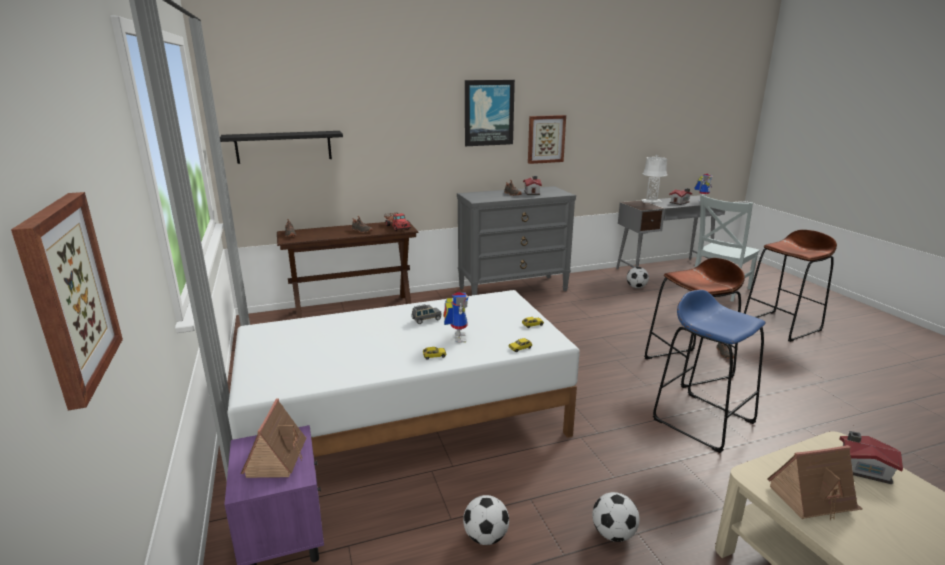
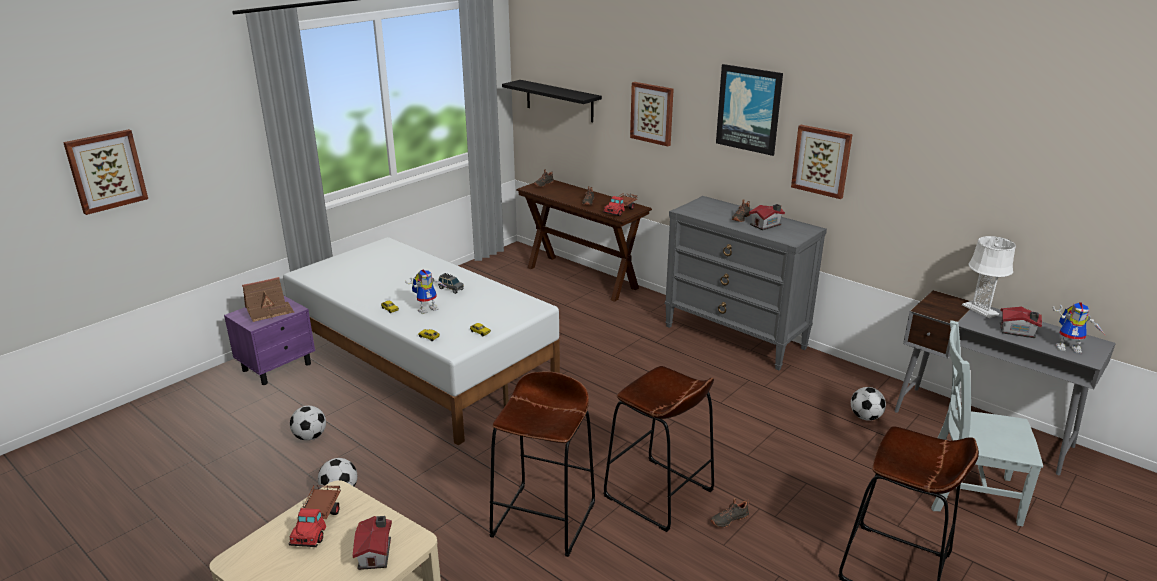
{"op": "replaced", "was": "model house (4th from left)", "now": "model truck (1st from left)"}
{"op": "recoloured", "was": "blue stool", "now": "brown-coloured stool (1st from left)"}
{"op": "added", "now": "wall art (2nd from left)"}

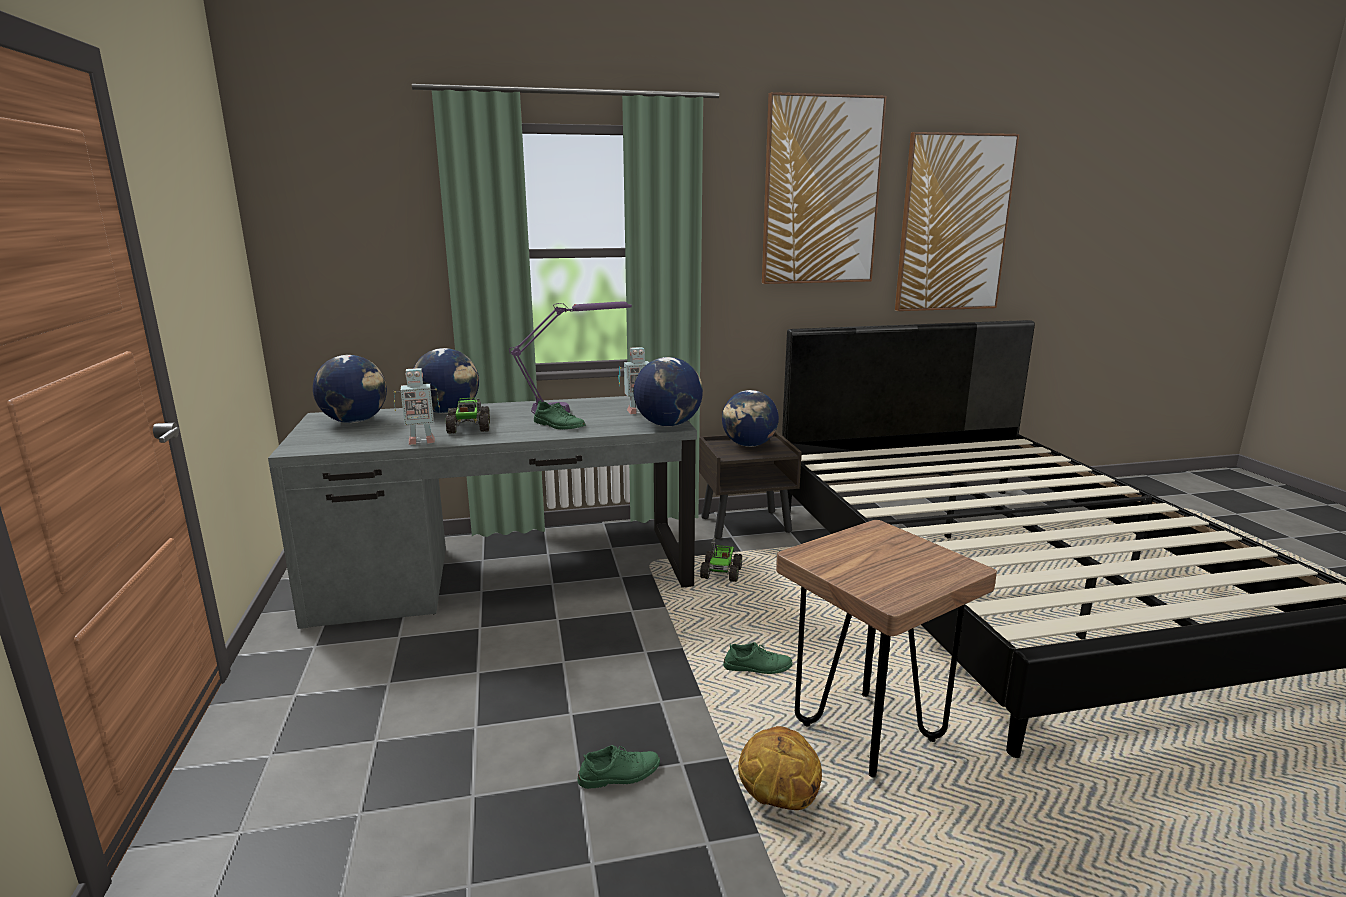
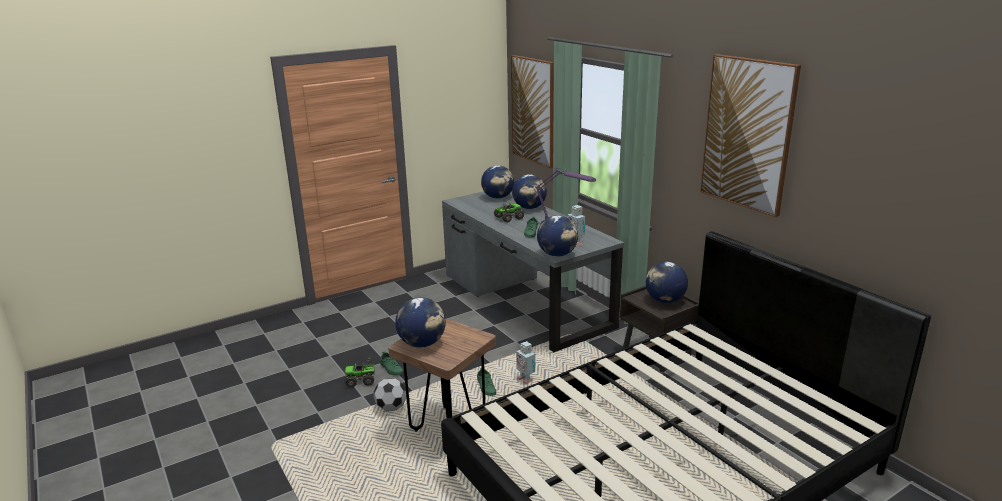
{"op": "moved", "was": "model truck (2nd from left in the first image)", "now": "model truck (1st from left)"}
{"op": "replaced", "was": "ball for basketball", "now": "football"}
{"op": "added", "now": "desk globe (1st from left)"}
{"op": "moved", "was": "wall art (2nd from left in the first image)", "now": "wall art (1st from left)"}
{"op": "moved", "was": "model robot (1st from left)"}

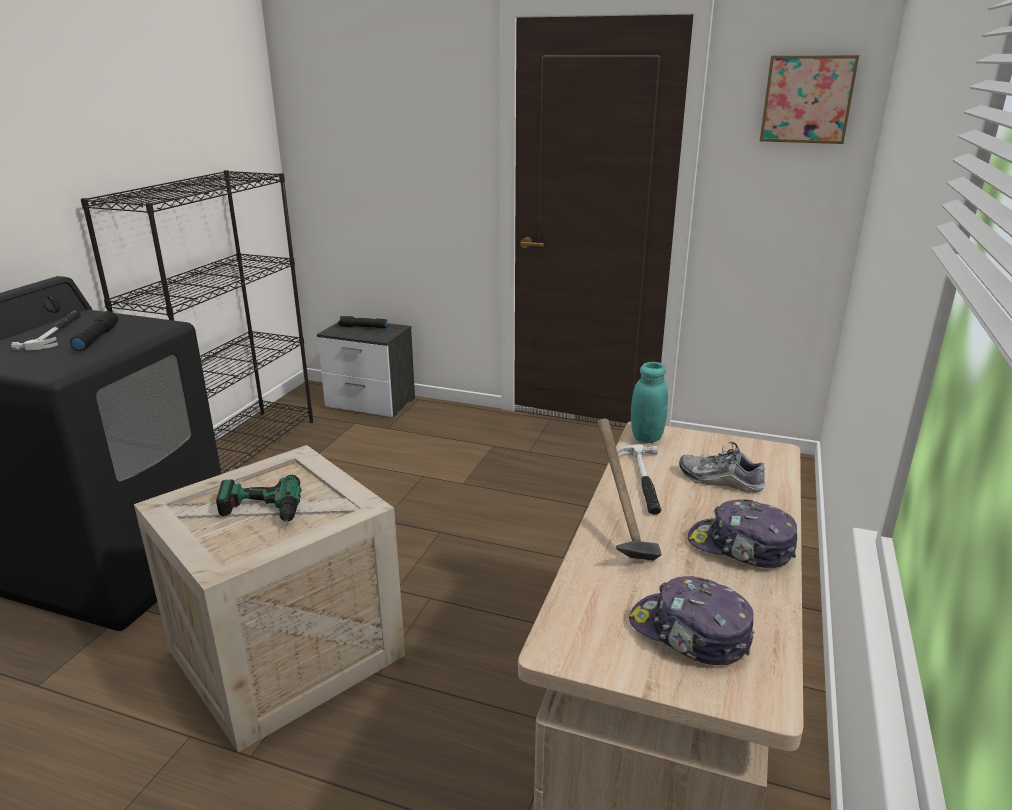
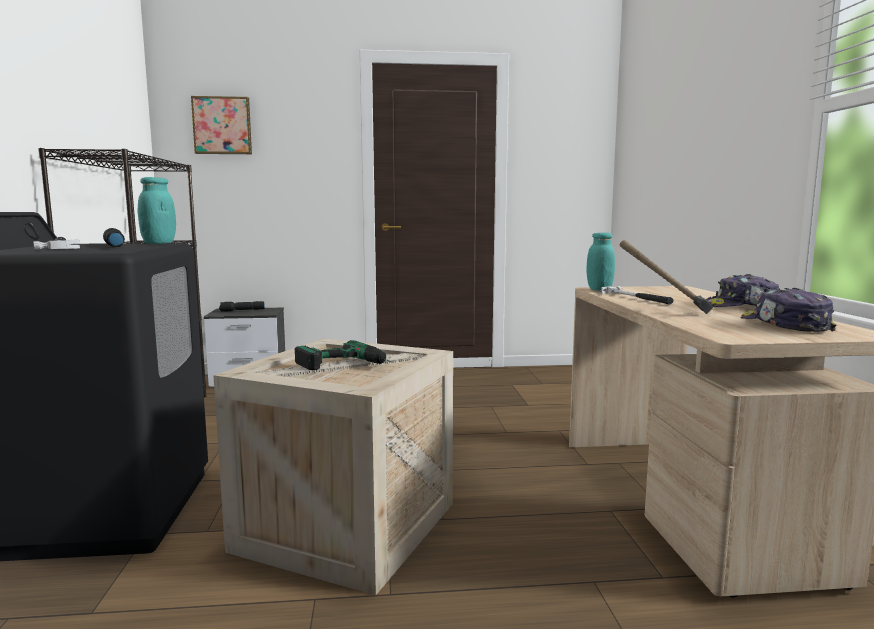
{"op": "added", "now": "turquoise preserve jar (1st from left)"}
{"op": "moved", "was": "wall art"}
{"op": "turned", "was": "baseball cap (1st from left in the first image)", "clockwise": 60}
{"op": "removed", "was": "shoe"}

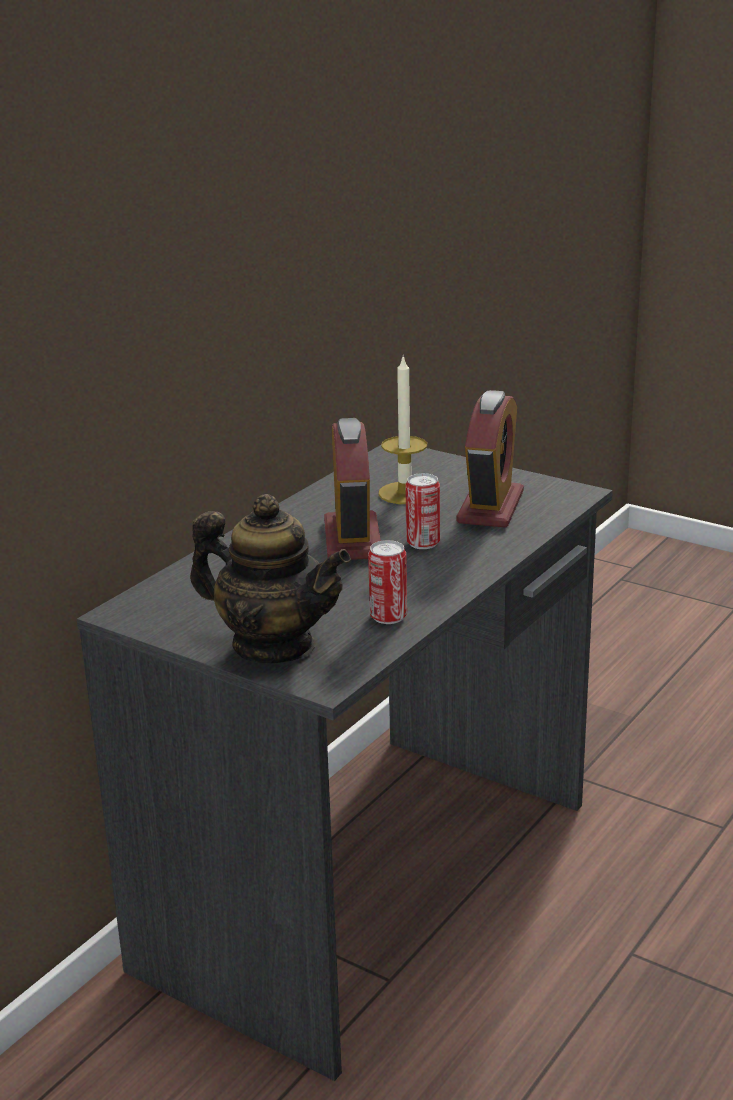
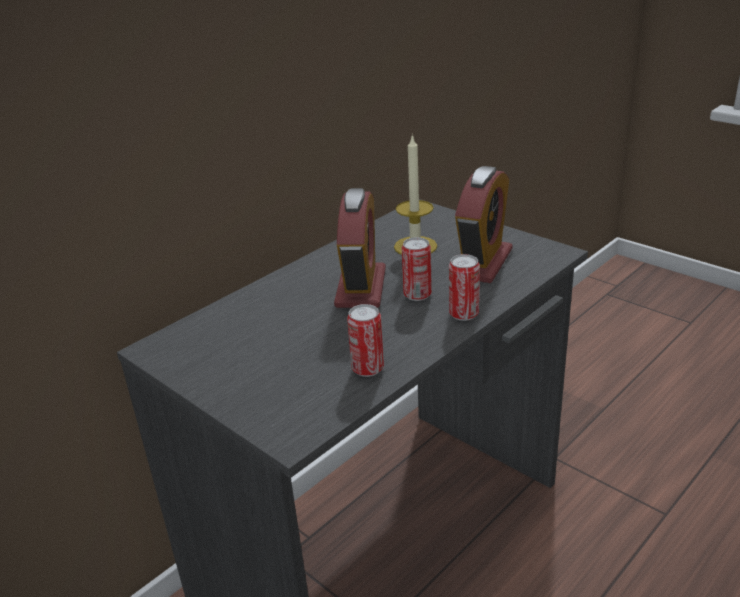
{"op": "added", "now": "metal can (3rd from left)"}
{"op": "removed", "was": "teapot"}

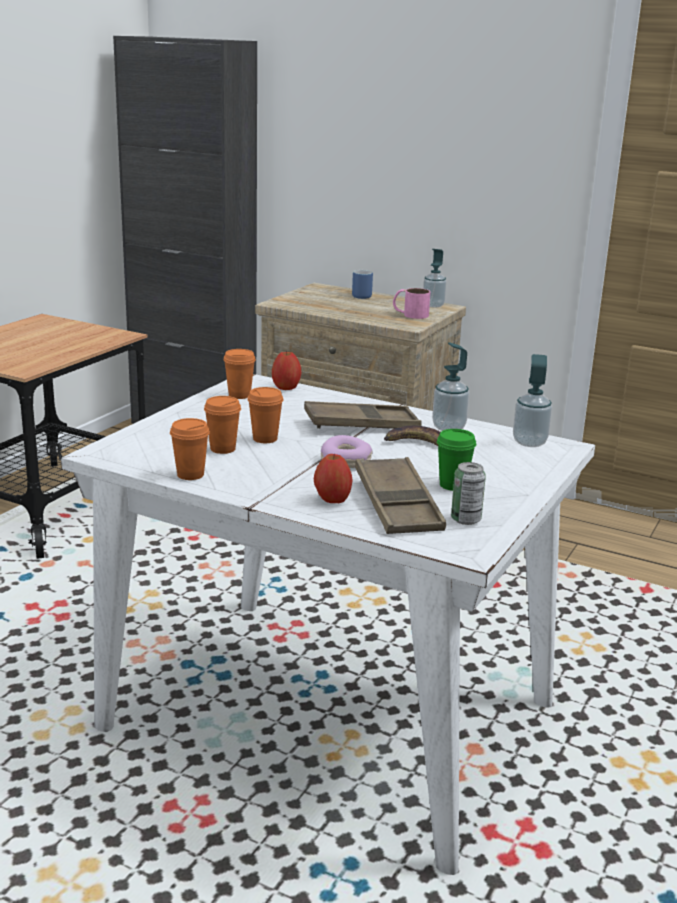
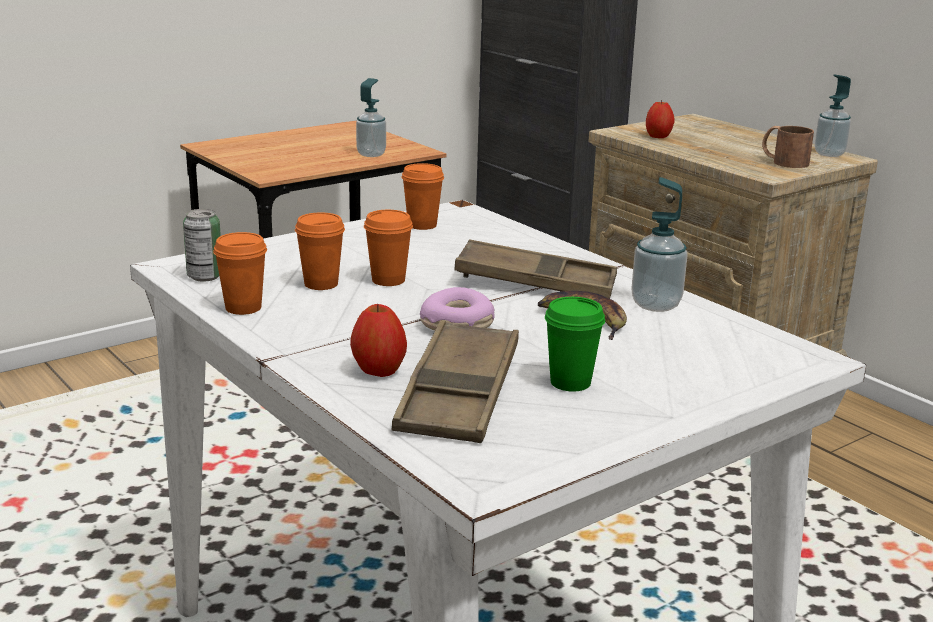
{"op": "moved", "was": "metal can"}
{"op": "moved", "was": "soap bottle (3rd from left in the first image)", "now": "soap bottle (1st from left)"}
{"op": "moved", "was": "whole apple (1st from left in the first image)", "now": "whole apple (2nd from left)"}
{"op": "recoloured", "was": "pink coffee mug", "now": "brown-coloured coffee mug"}
{"op": "removed", "was": "blue coffee mug"}

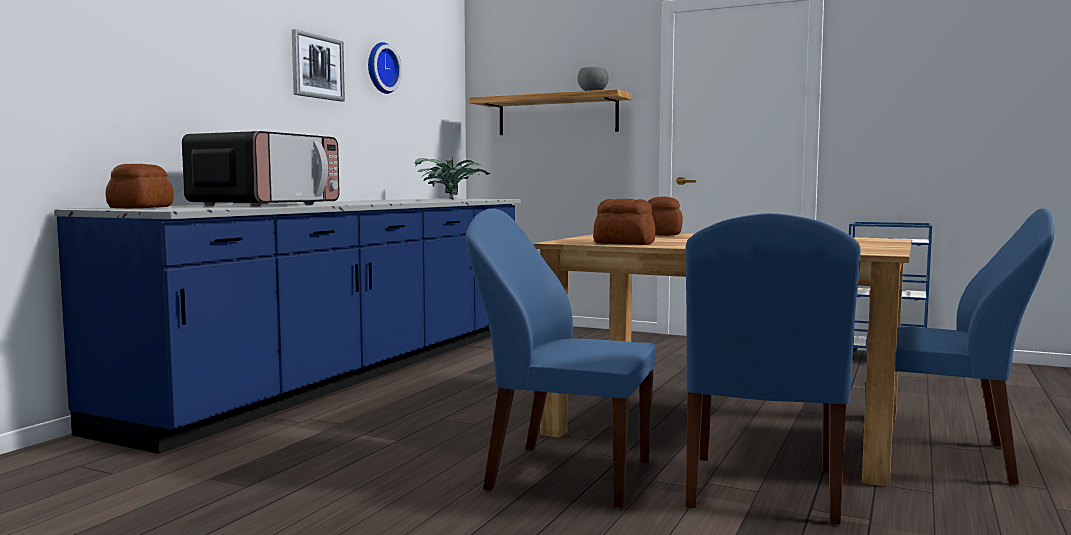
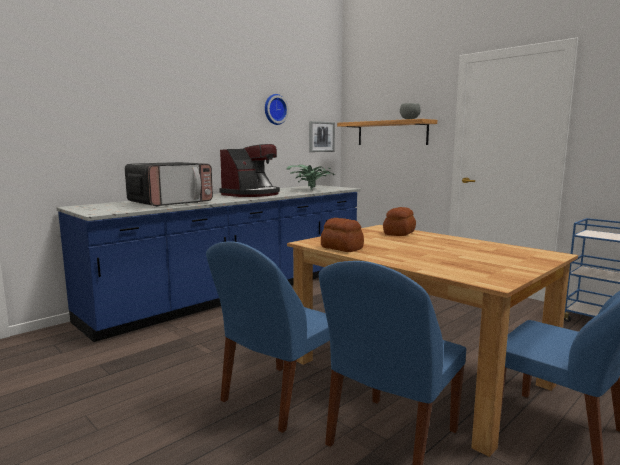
{"op": "turned", "was": "blue plain chair (1st from left)", "clockwise": -90}
{"op": "added", "now": "coffee maker"}
{"op": "moved", "was": "wall art"}
{"op": "removed", "was": "bakery bread (1st from left)"}

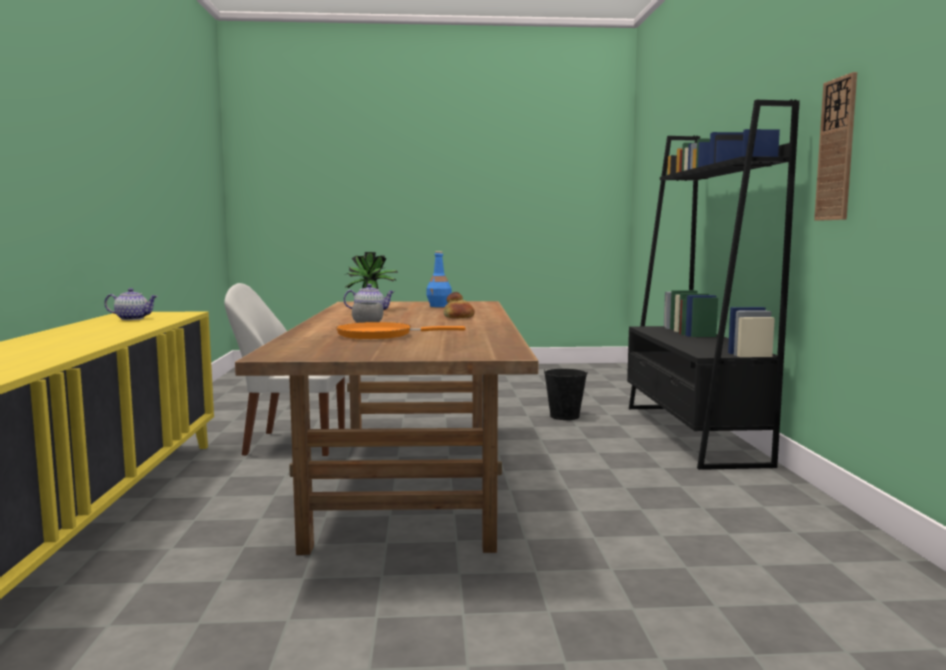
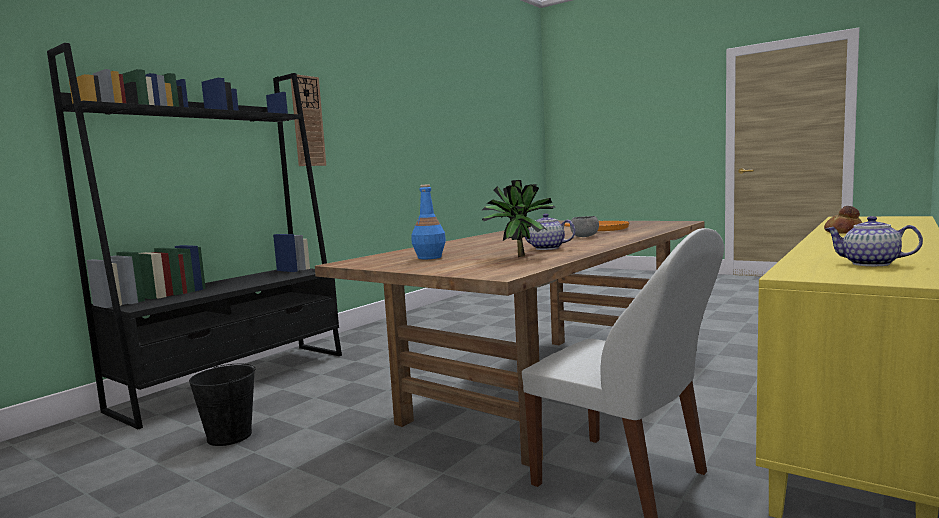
{"op": "moved", "was": "bakery bread"}

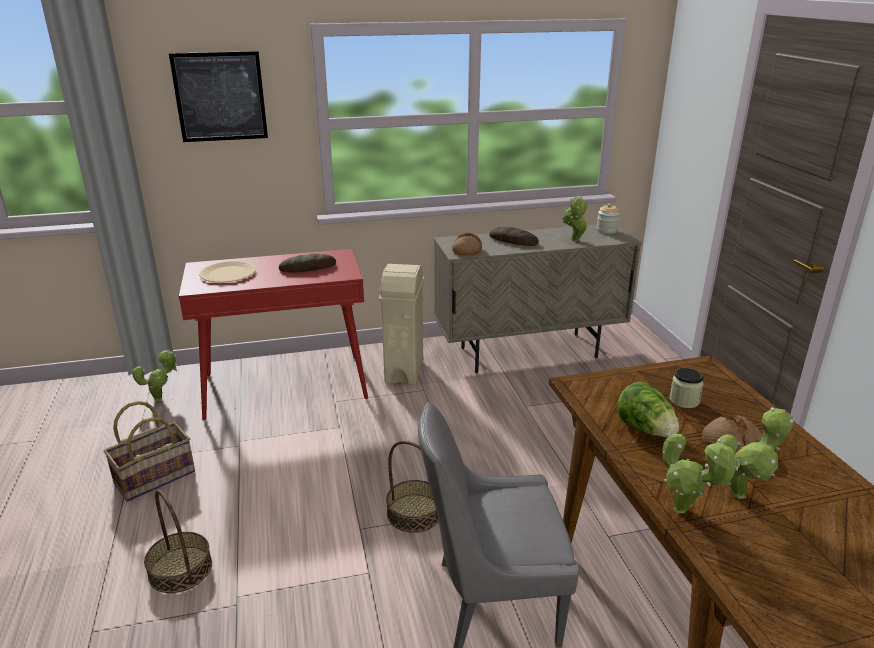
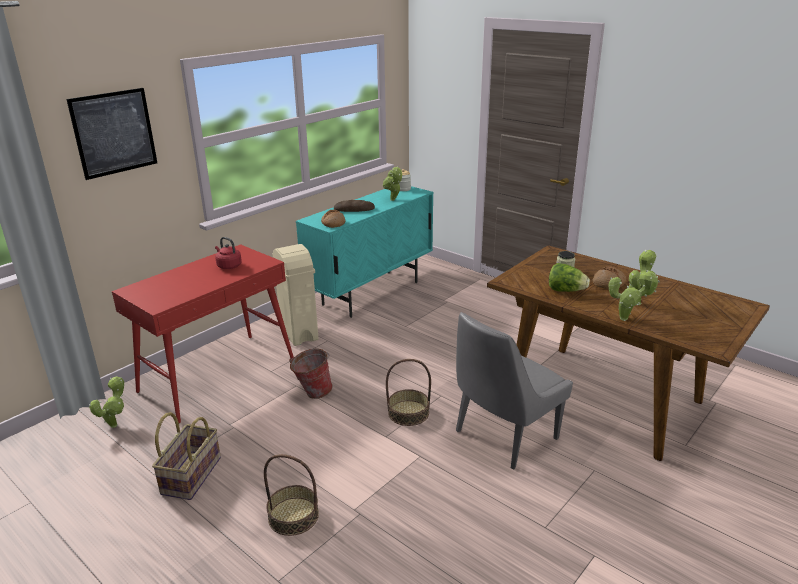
{"op": "replaced", "was": "bakery bread (1st from left)", "now": "reddish kettle"}
{"op": "added", "now": "water bucket"}
{"op": "recoloured", "was": "sand-coloured storage cabinet", "now": "turquoise storage cabinet"}
{"op": "removed", "was": "sand-coloured flat dish"}

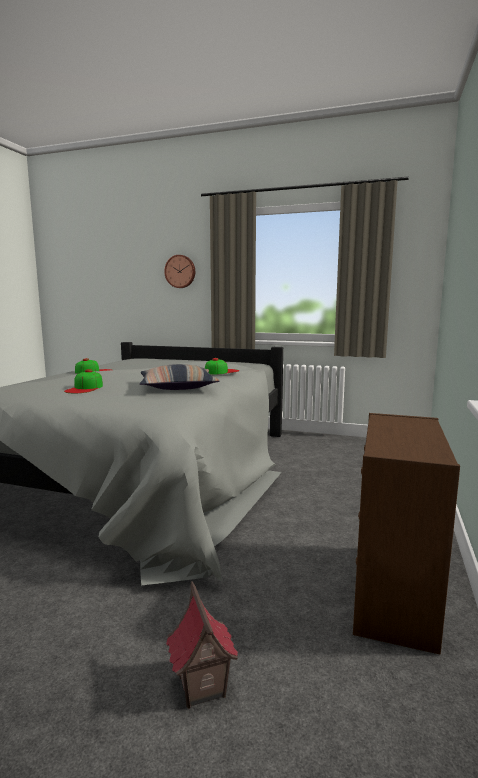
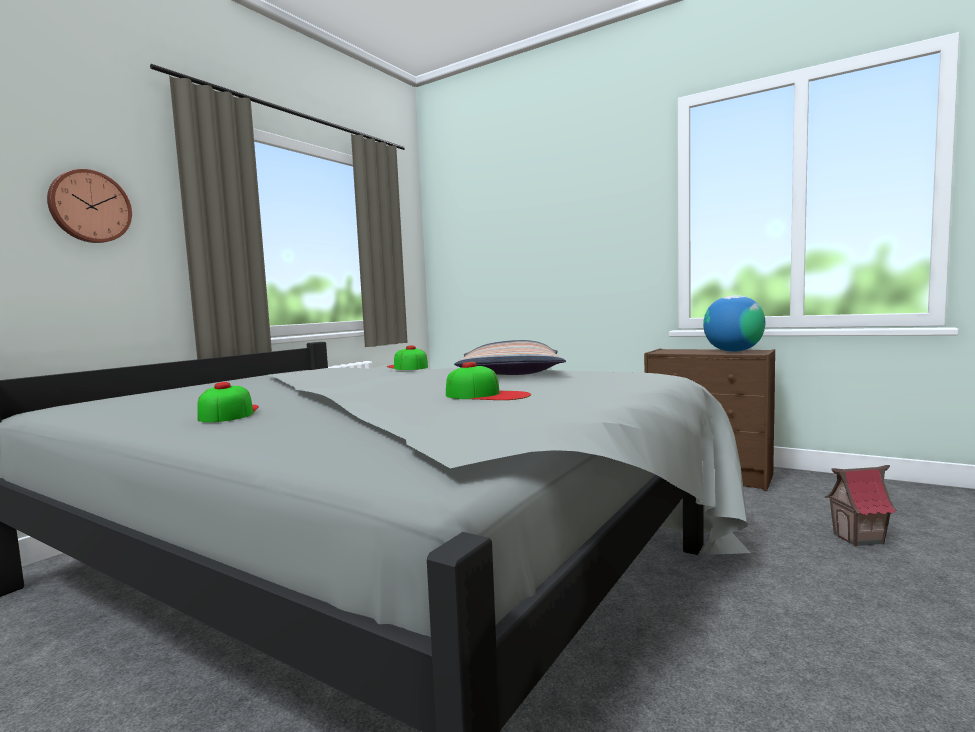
{"op": "added", "now": "desk globe"}

